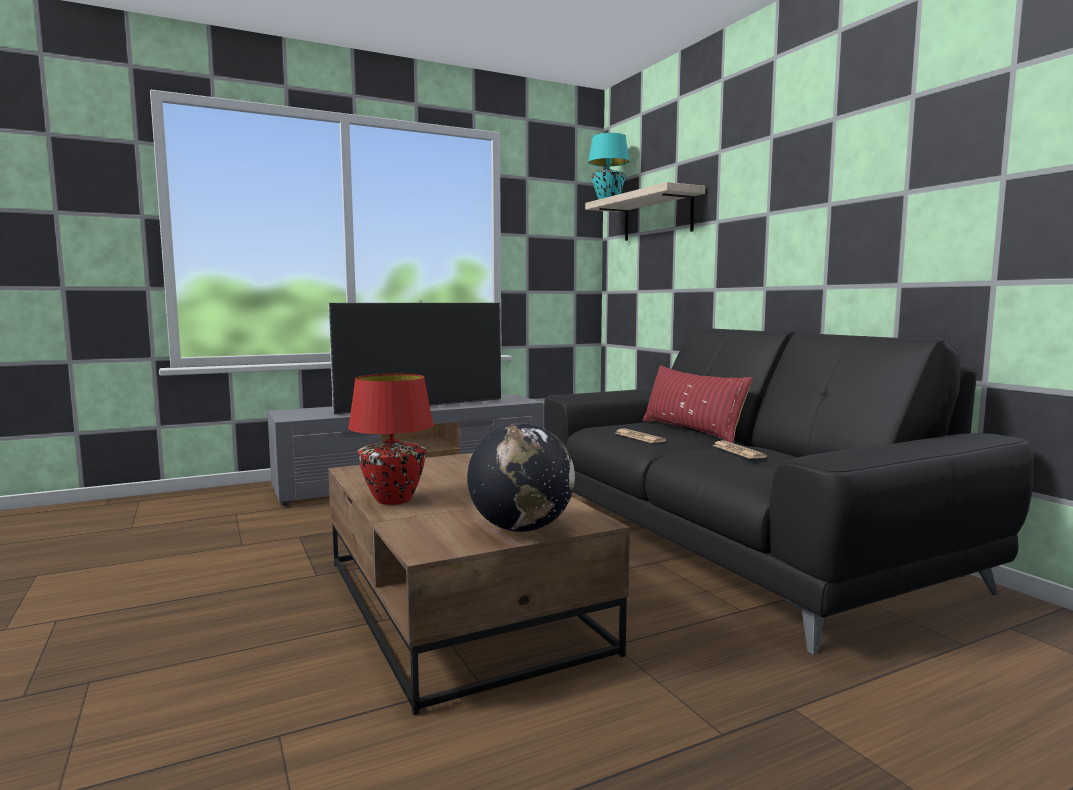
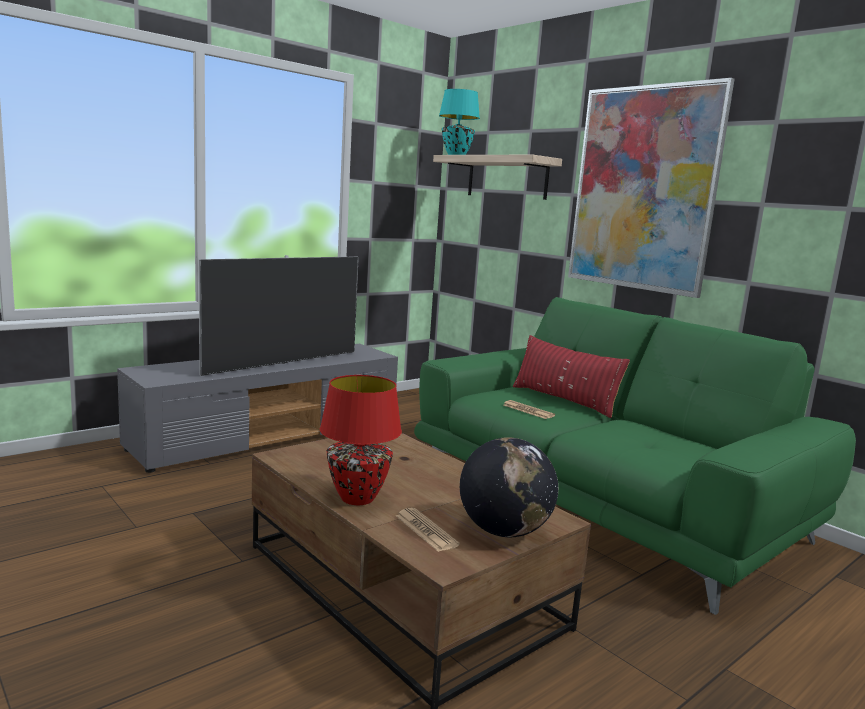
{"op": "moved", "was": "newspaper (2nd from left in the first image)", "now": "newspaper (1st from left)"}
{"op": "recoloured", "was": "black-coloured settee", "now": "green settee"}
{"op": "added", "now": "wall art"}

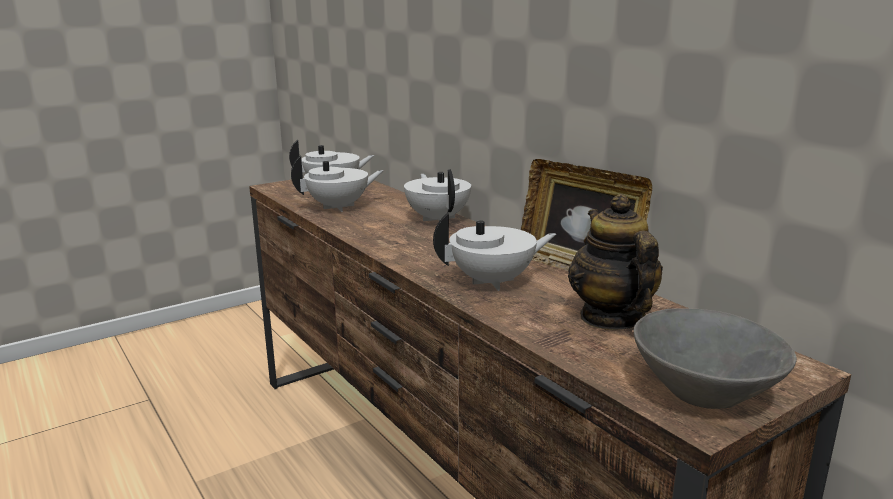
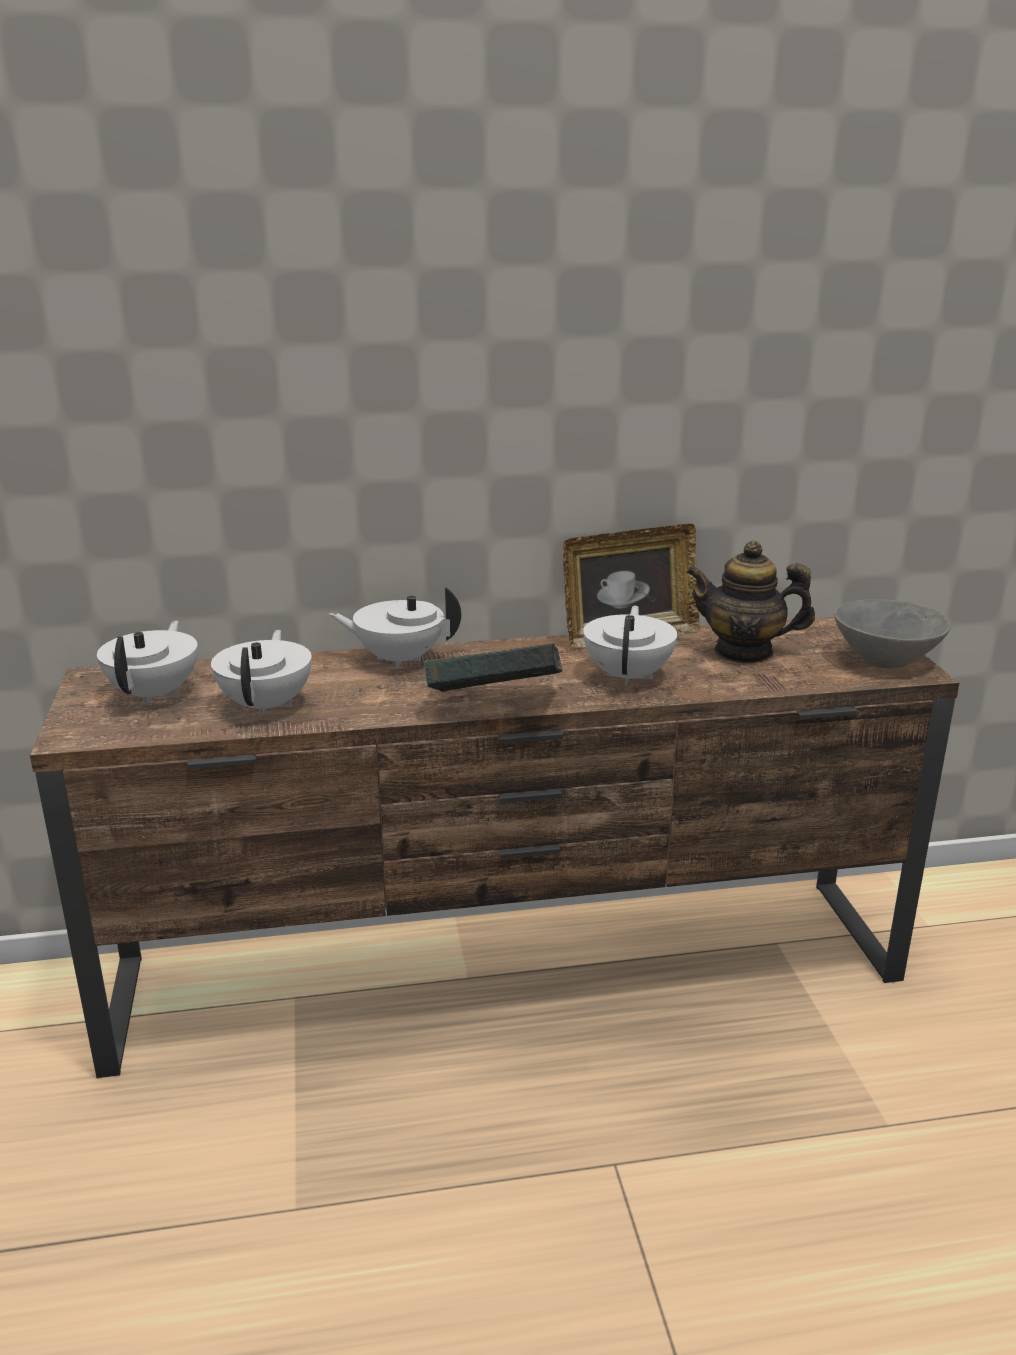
{"op": "added", "now": "bound book"}

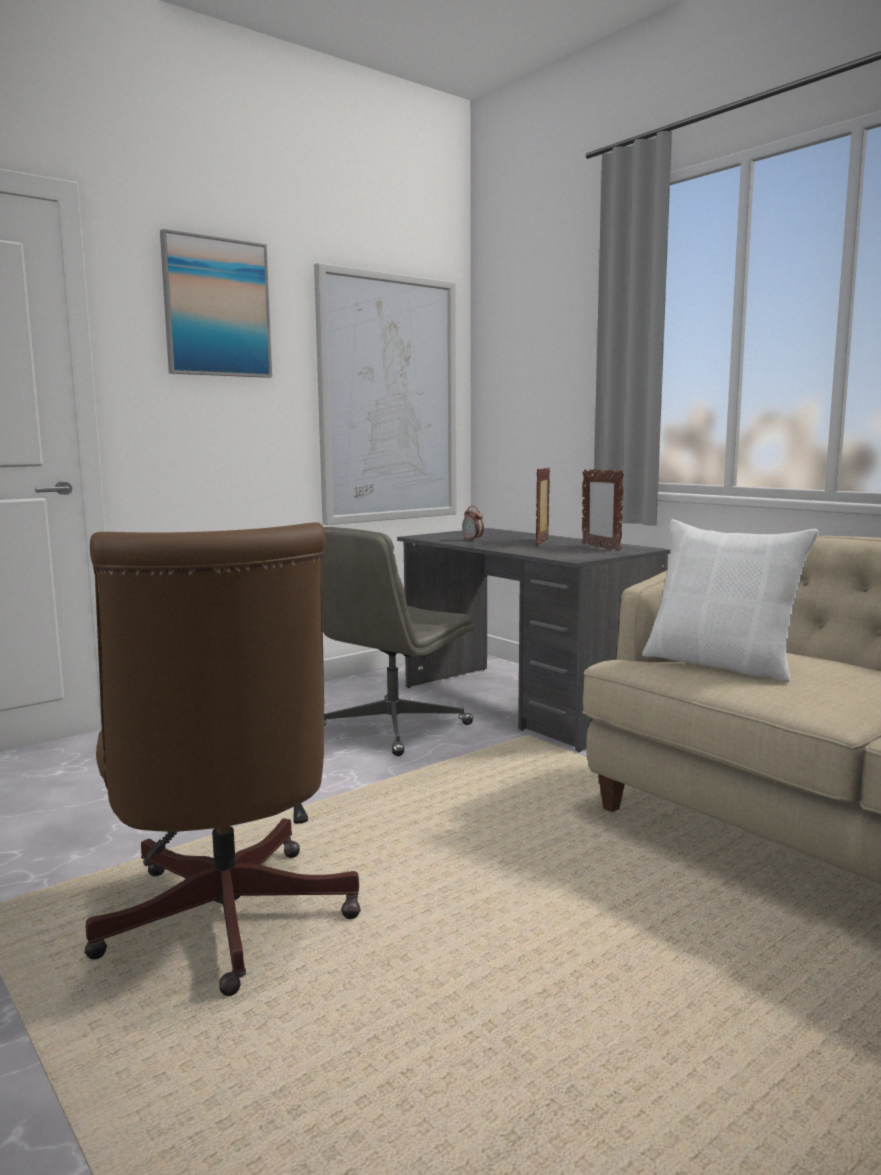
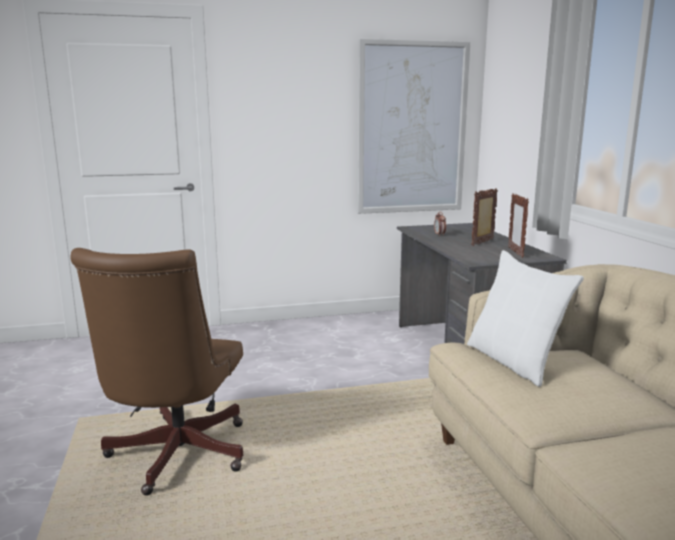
{"op": "removed", "was": "wall art (1st from left)"}
{"op": "removed", "was": "greyish office chair"}

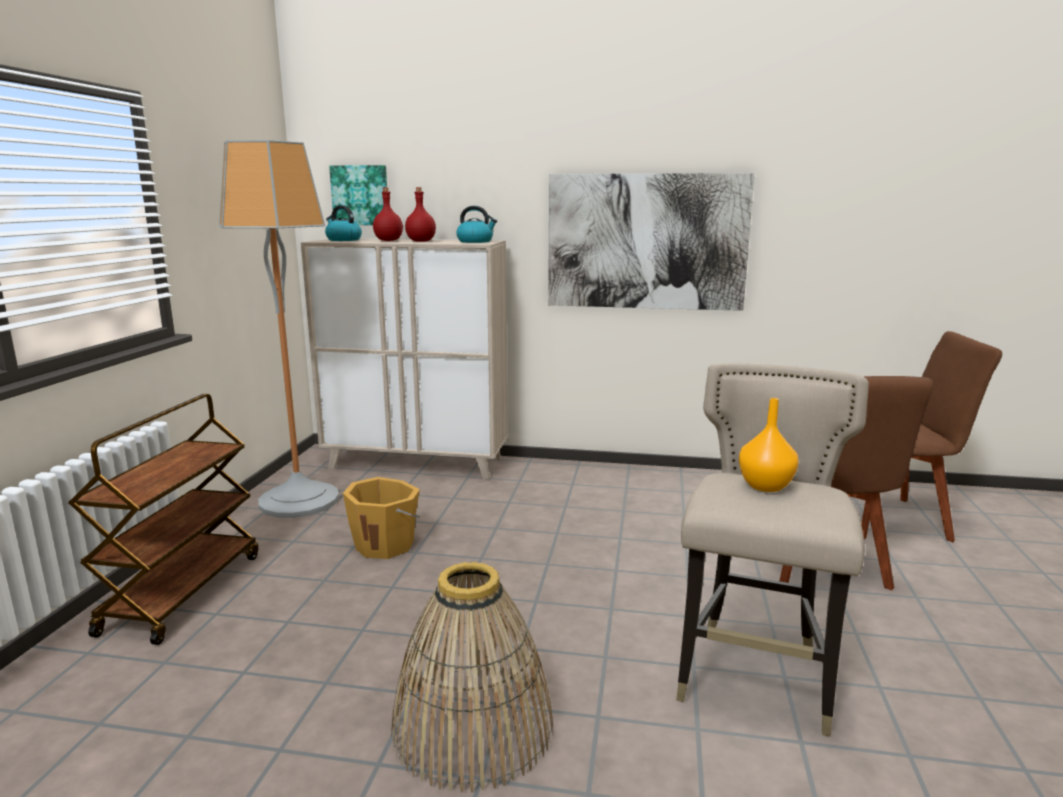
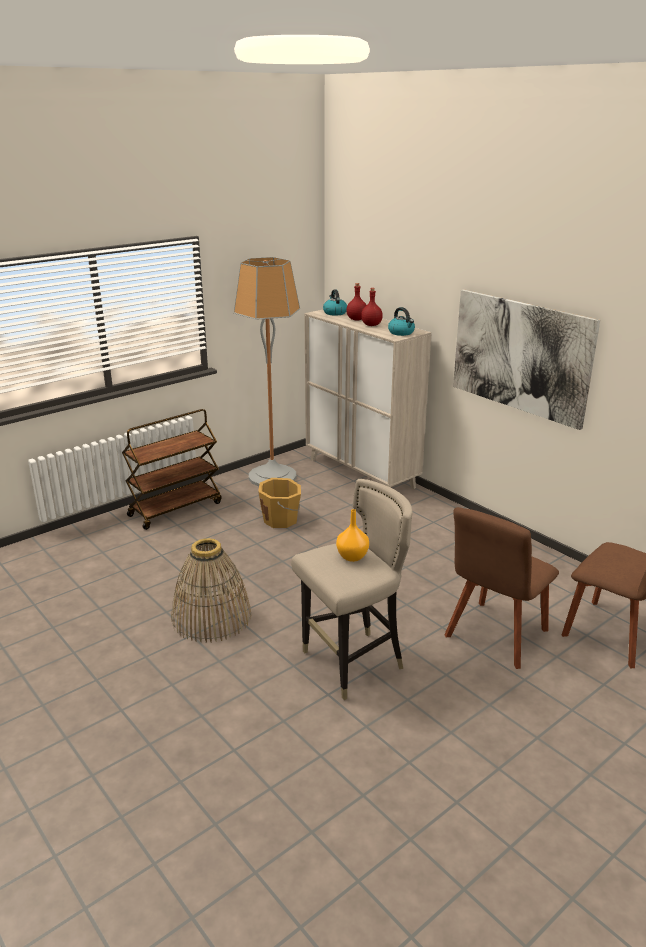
{"op": "removed", "was": "wall art (1st from left)"}

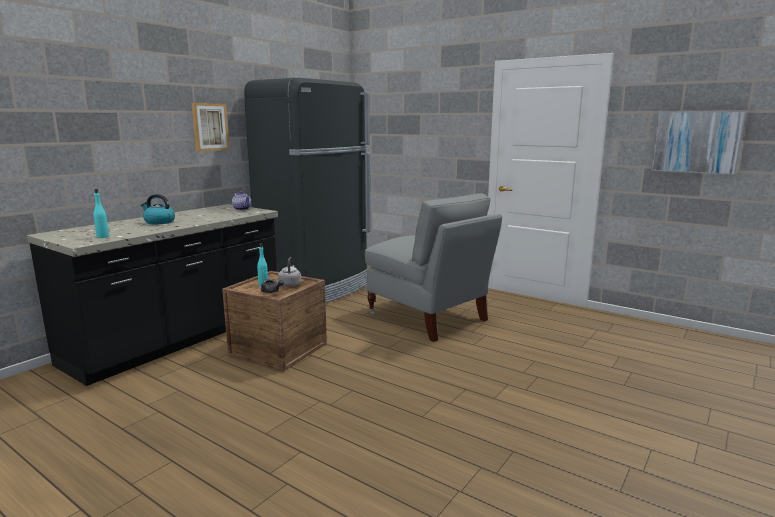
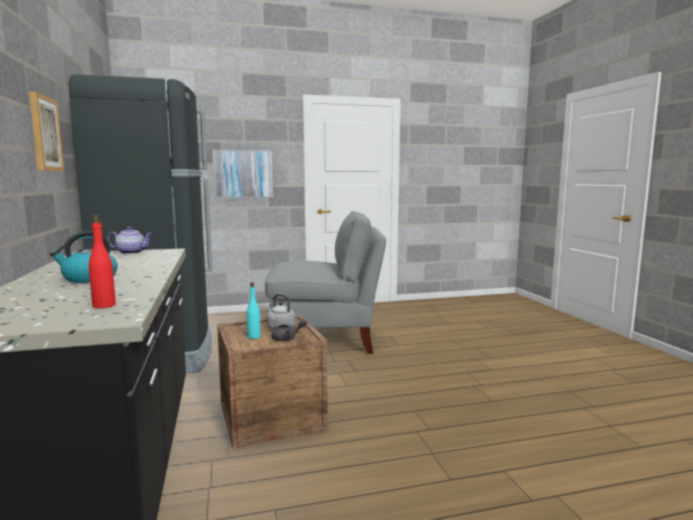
{"op": "recoloured", "was": "turquoise bottle (1st from left)", "now": "reddish bottle"}
{"op": "moved", "was": "wall art (2nd from left)"}

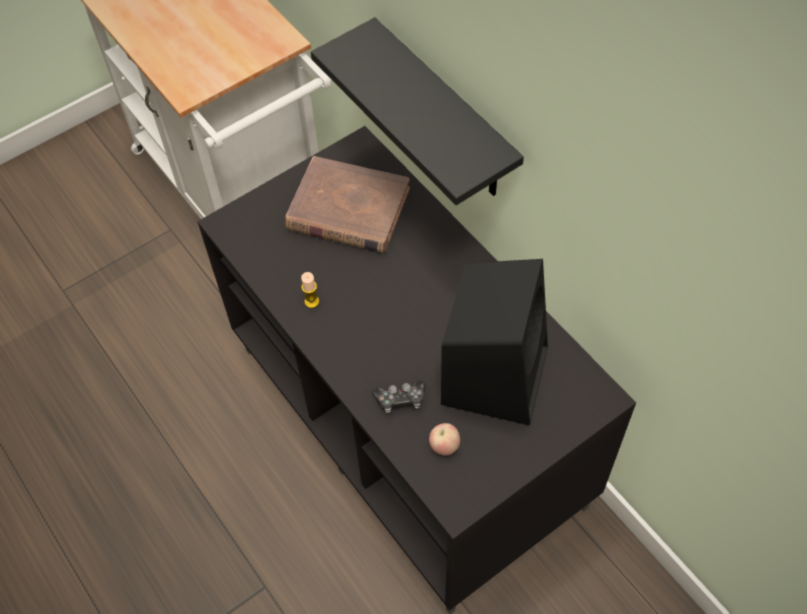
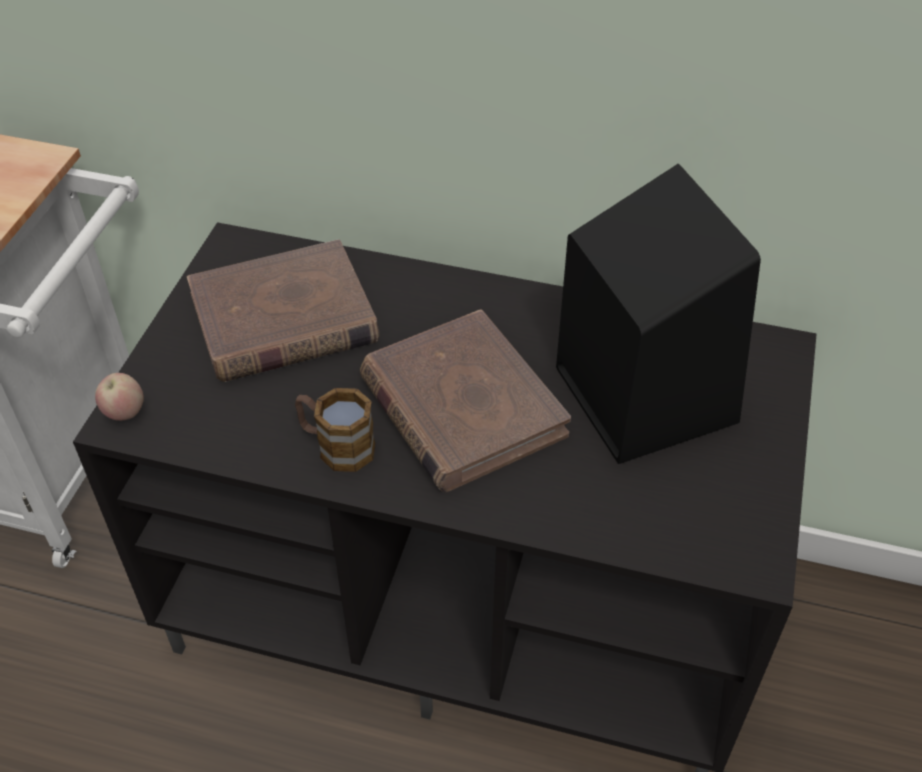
{"op": "moved", "was": "whole apple"}
{"op": "replaced", "was": "wax candle", "now": "coffee mug"}
{"op": "added", "now": "brown-coloured bound book (2nd from left)"}
{"op": "removed", "was": "black-coloured bracket shelf"}
{"op": "removed", "was": "joypad"}

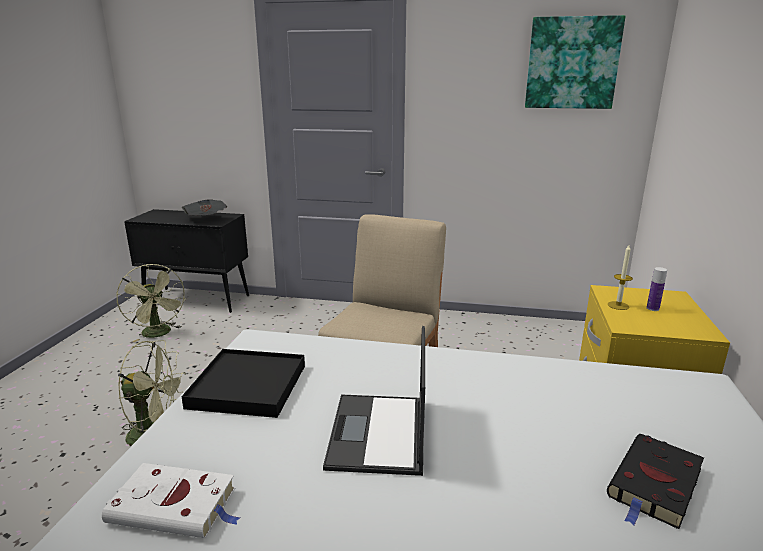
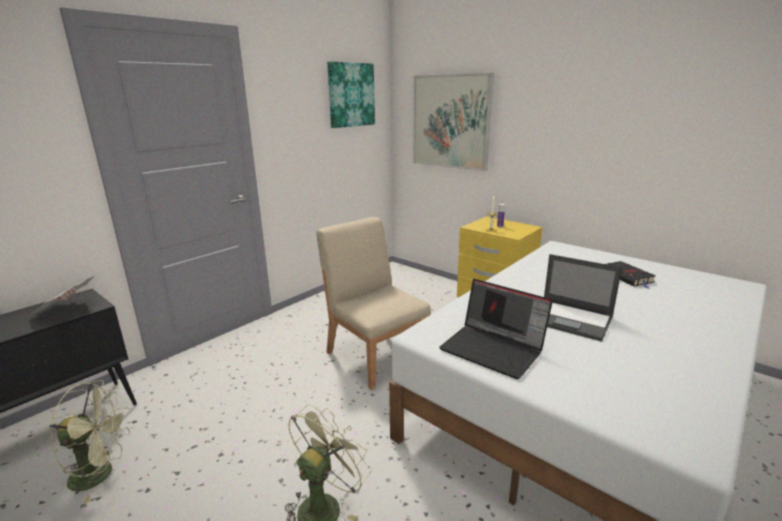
{"op": "added", "now": "wall art (2nd from left)"}
{"op": "replaced", "was": "black-coloured tray", "now": "portable computer (1st from left)"}
{"op": "removed", "was": "whitish bound book"}

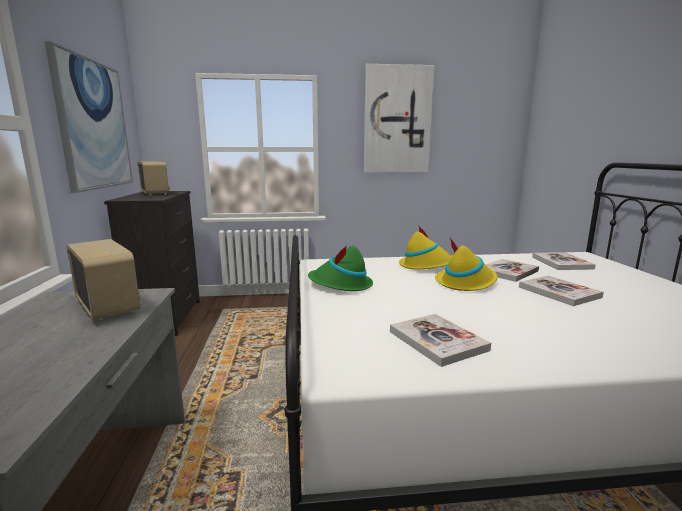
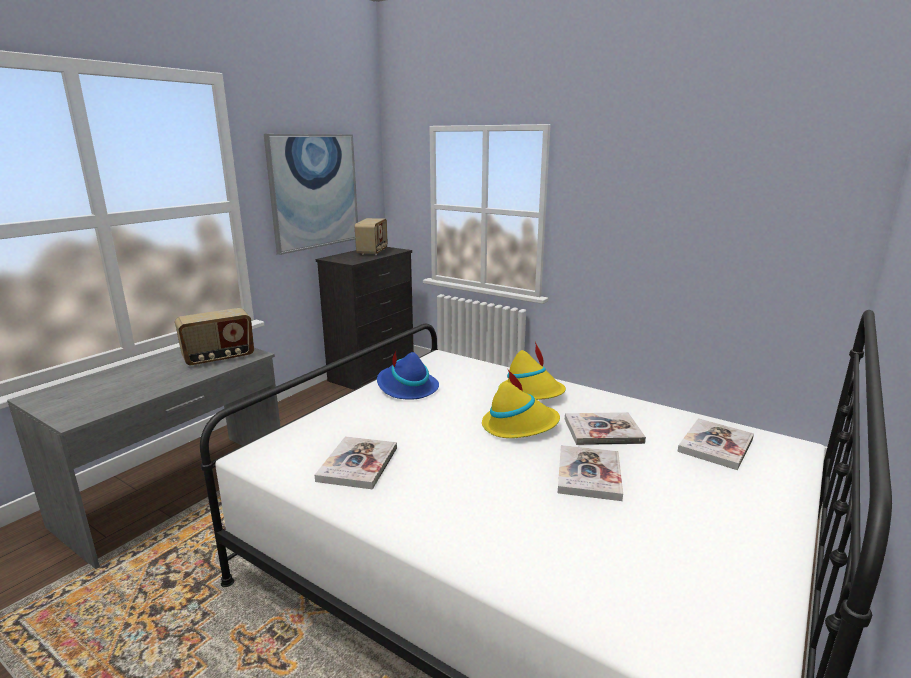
{"op": "turned", "was": "radio (1st from left)", "clockwise": 60}
{"op": "recoloured", "was": "green clothing hat", "now": "blue clothing hat"}
{"op": "removed", "was": "wall art (2nd from left)"}

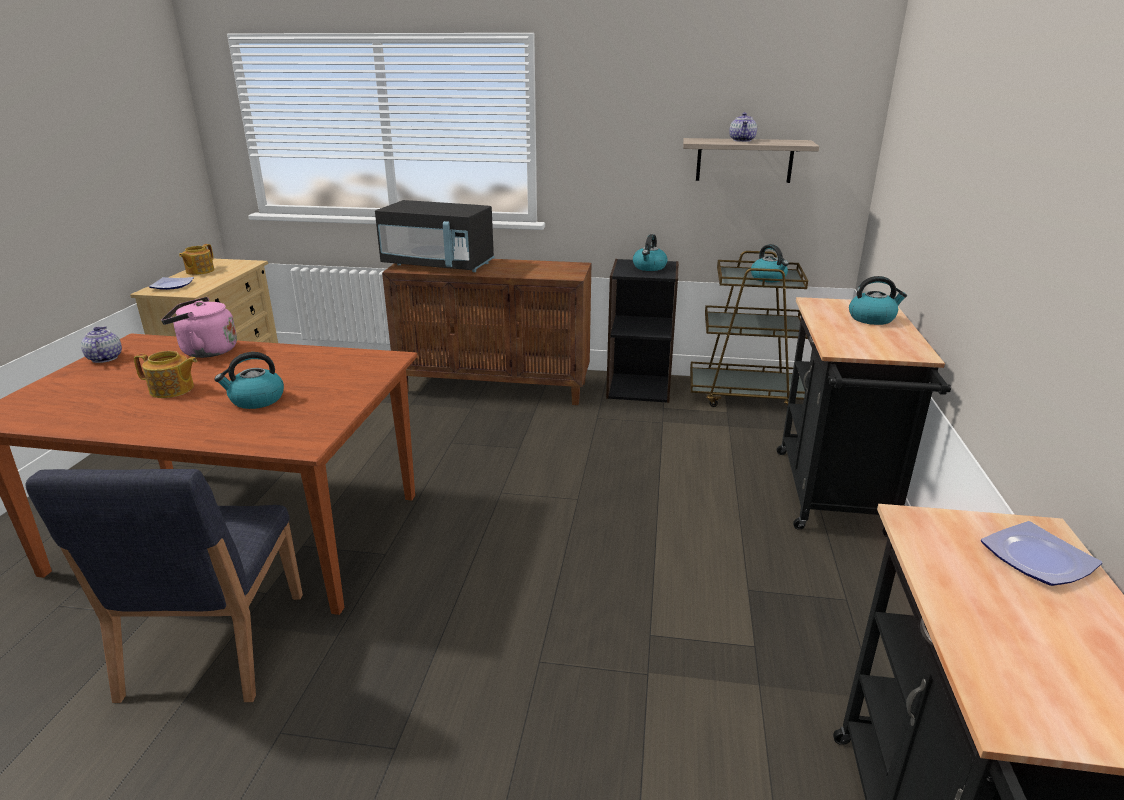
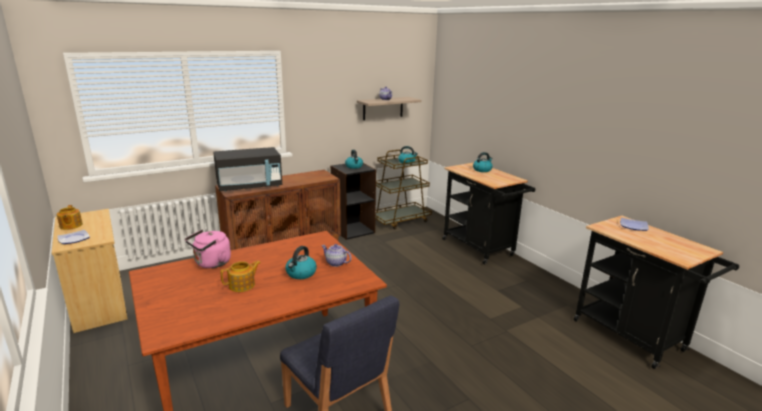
{"op": "moved", "was": "teapot (1st from left in the first image)", "now": "teapot (3rd from left)"}

